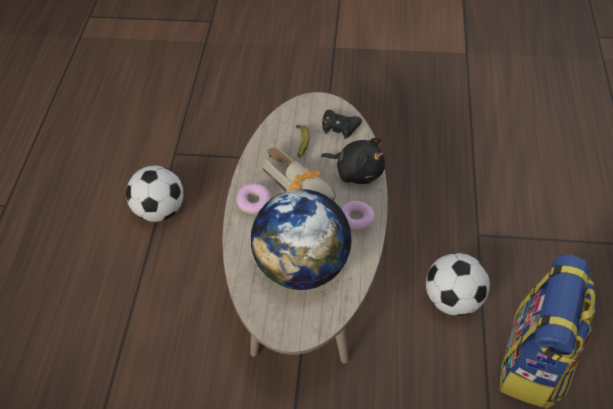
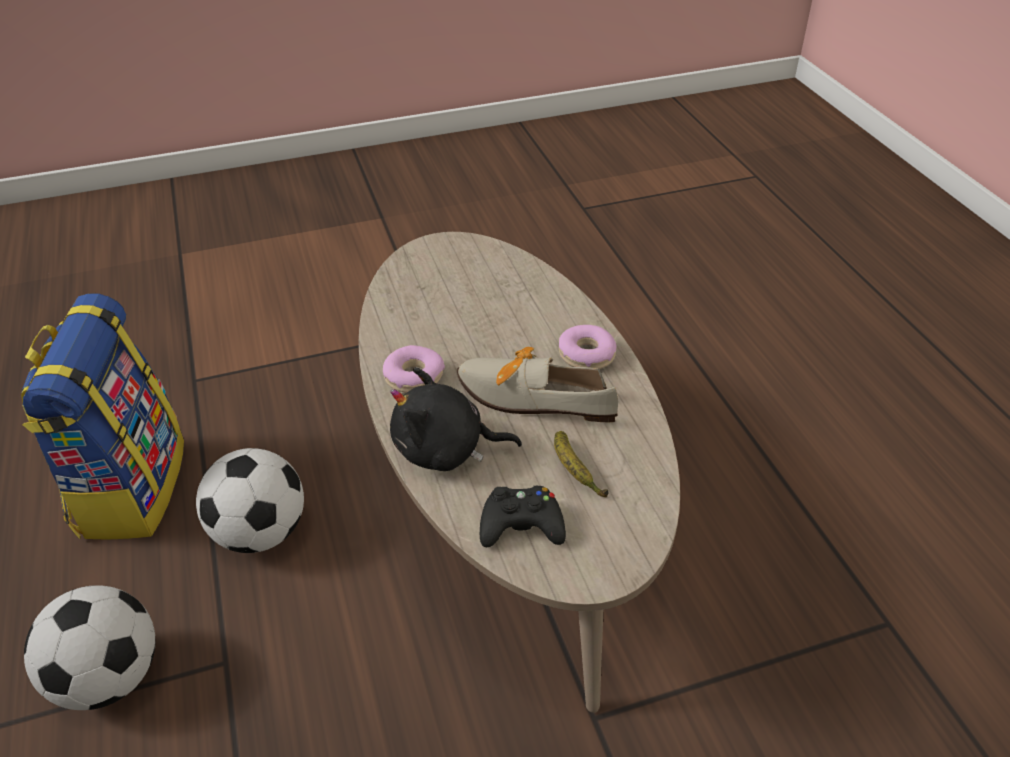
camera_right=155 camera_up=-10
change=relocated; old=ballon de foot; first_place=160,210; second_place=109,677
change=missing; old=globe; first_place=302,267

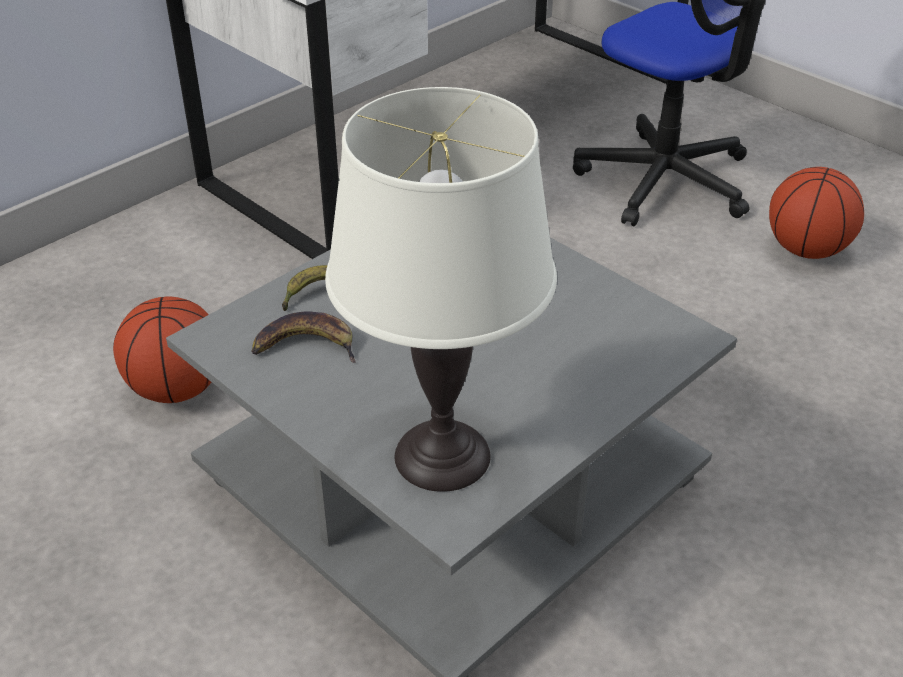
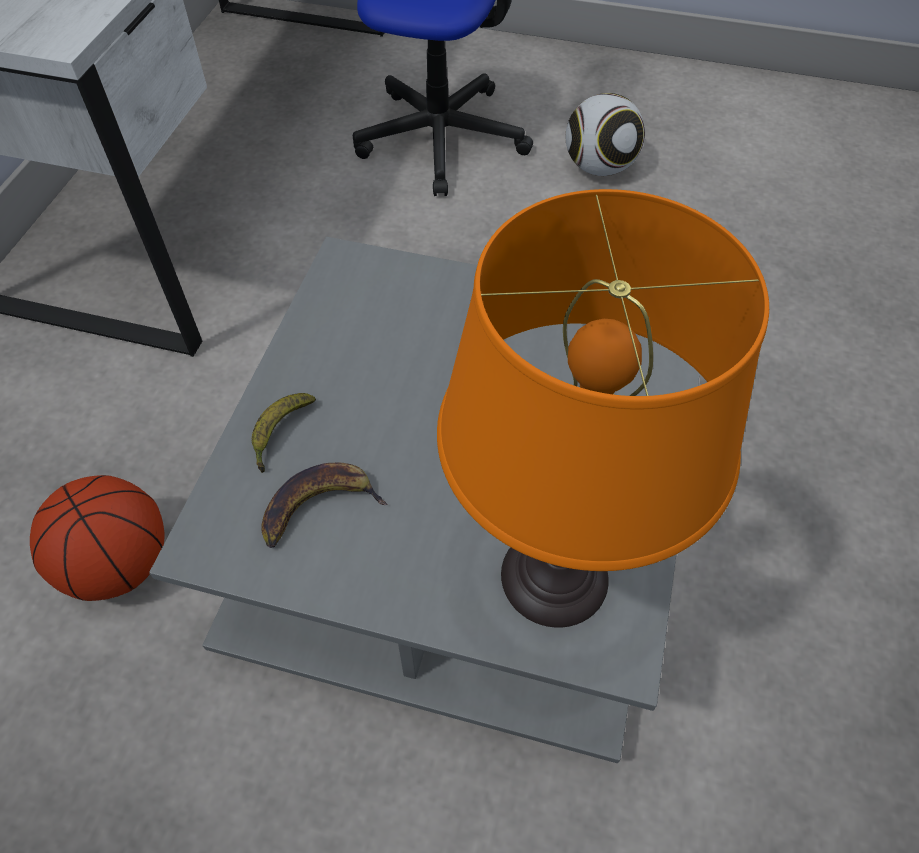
camera_right=-30 camera_up=15
change=colour; old=lampe de table/blanc; new=lampe de table/orange; first_place=442,455; second_place=554,575
change=exchanged; old=ballon de basket; new=ballon de foot; first_place=806,250; second_place=599,167

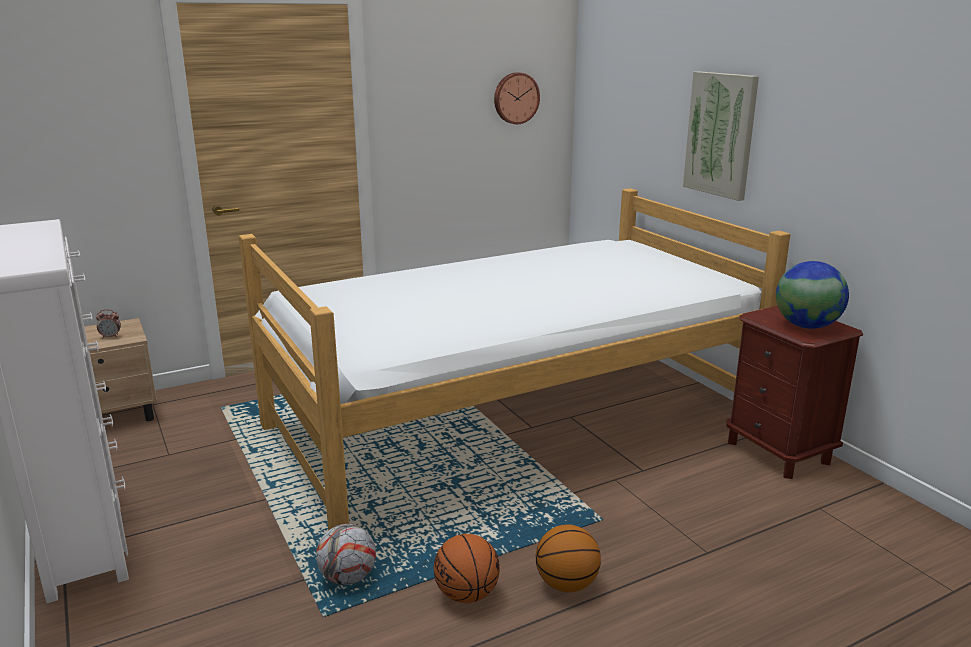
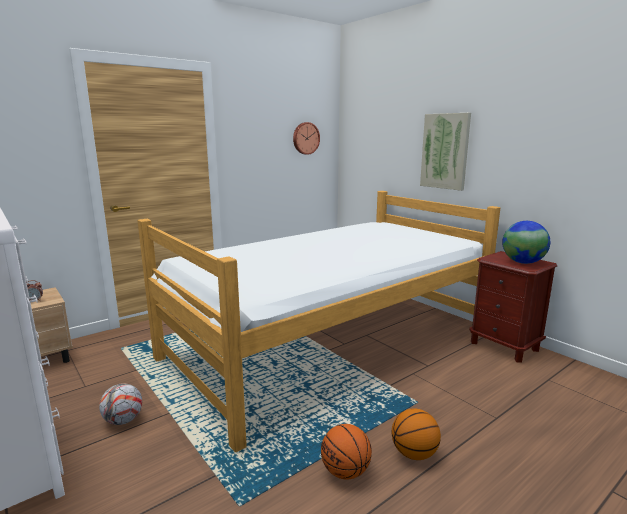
camera_right=-10 camera_up=-5
change=relocated; old=ballon de foot; first_place=347,578; second_place=123,420

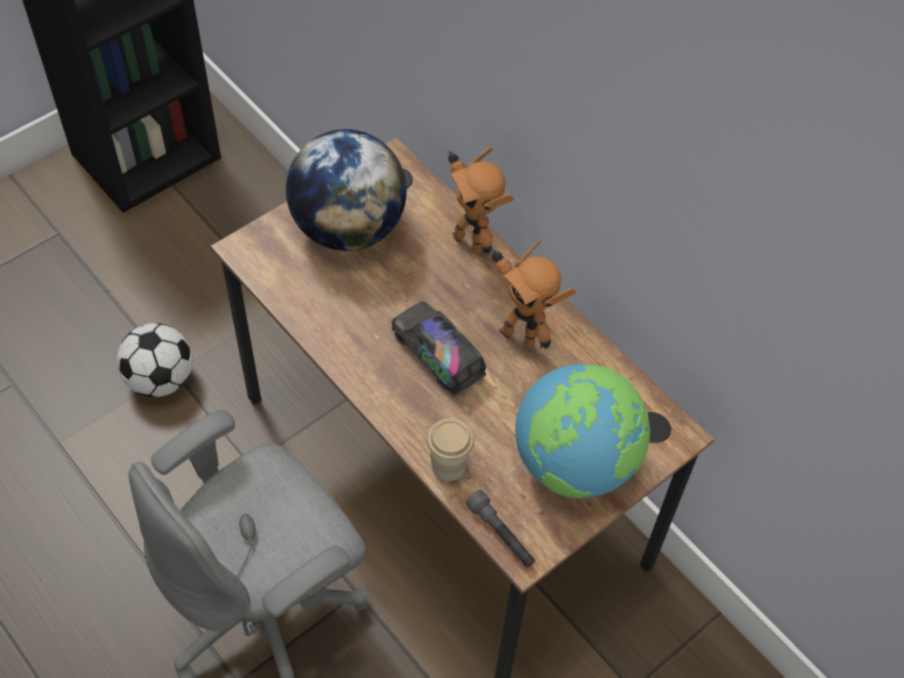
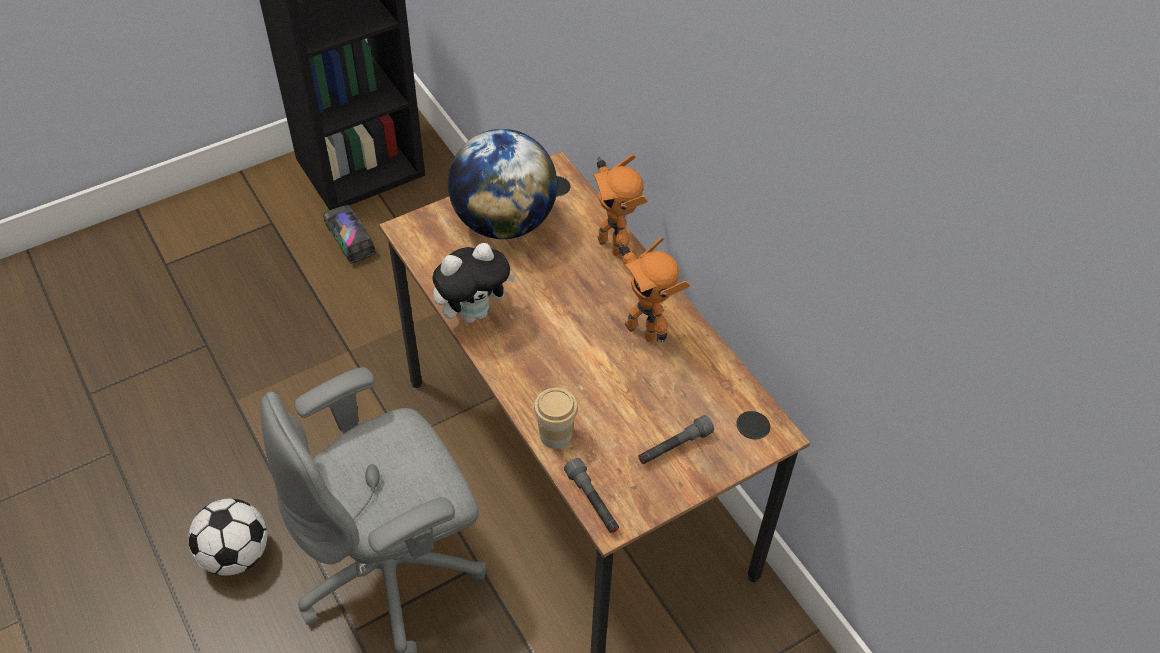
camera_right=10 camera_up=-5
change=relocated; old=camion jouet; first_place=437,355; second_place=350,240
change=relocated; old=ballon de foot; first_place=160,379; second_place=236,554
change=exchanged; old=globe; new=lampe de poche/gris; first_place=575,462; second_place=674,447
change=appeared; new=peluche; second_place=474,312

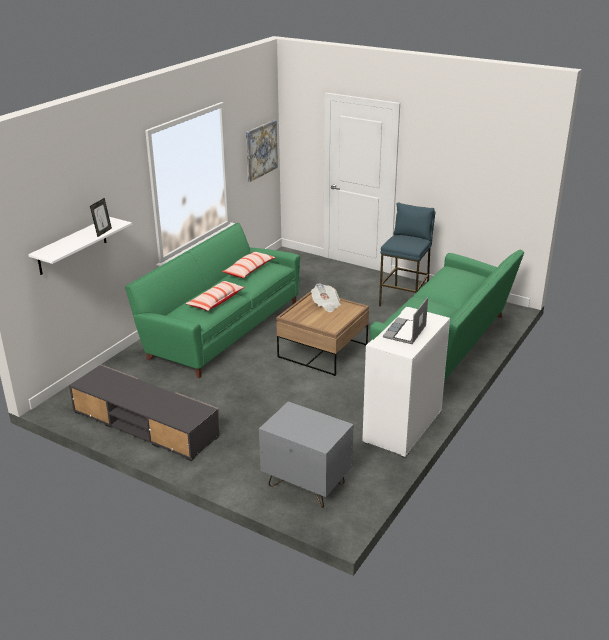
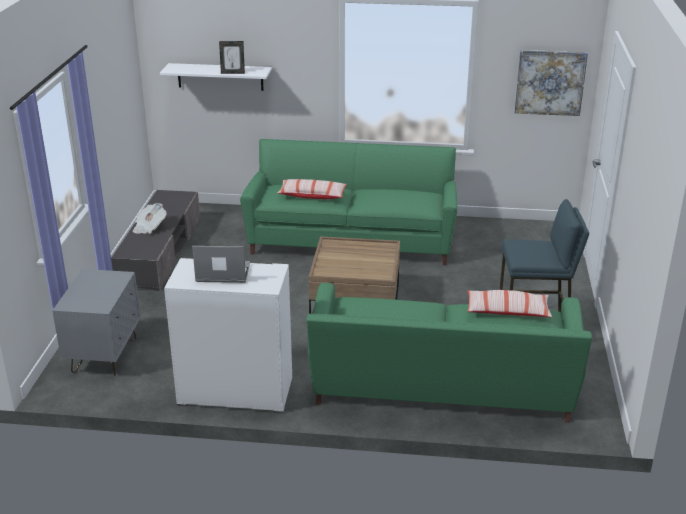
camera_right=65 camera_up=0
change=relocated; old=coussin; first_place=249,270; second_place=507,311
change=relocated; old=journal; first_place=326,305; second_place=149,227

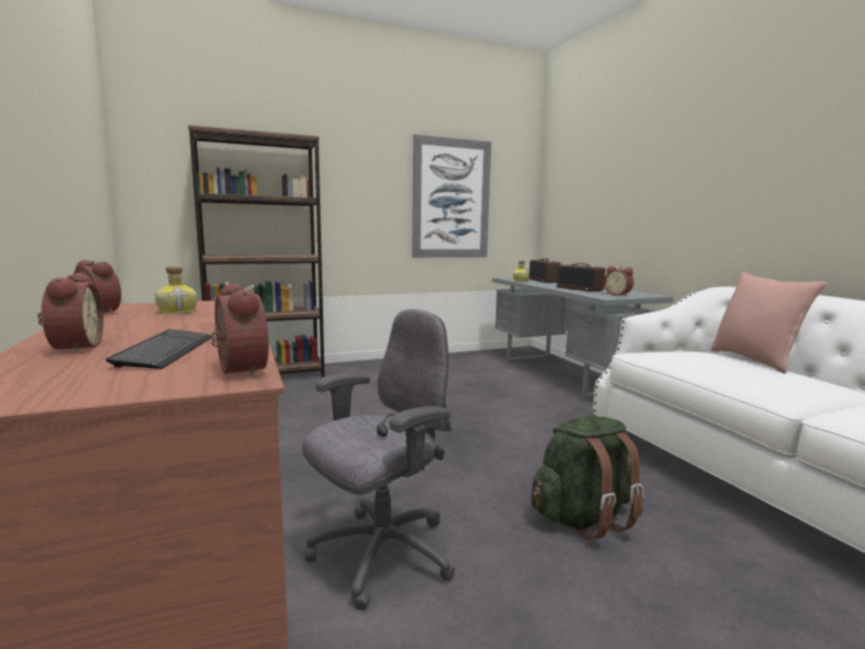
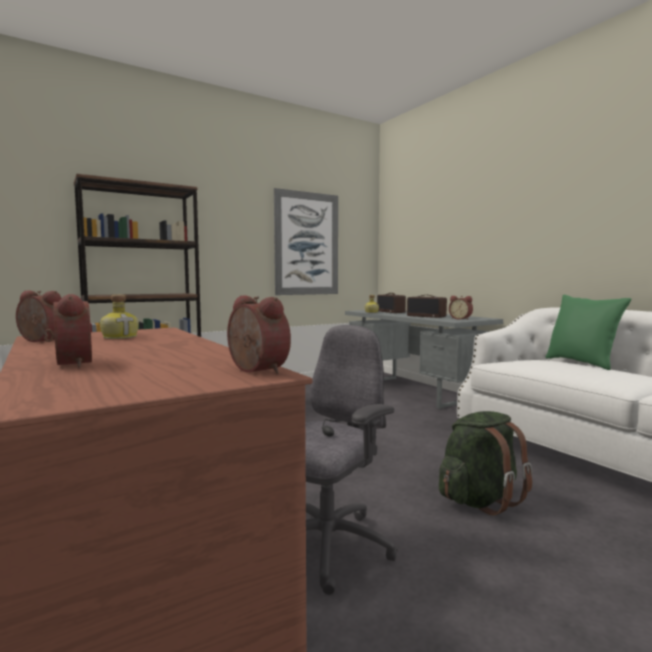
camera_right=-10 camera_up=-5
change=colour; old=coussin/rose; new=coussin/vert; first_place=755,360; second_place=582,363
change=missing; old=clavier; first_place=166,351

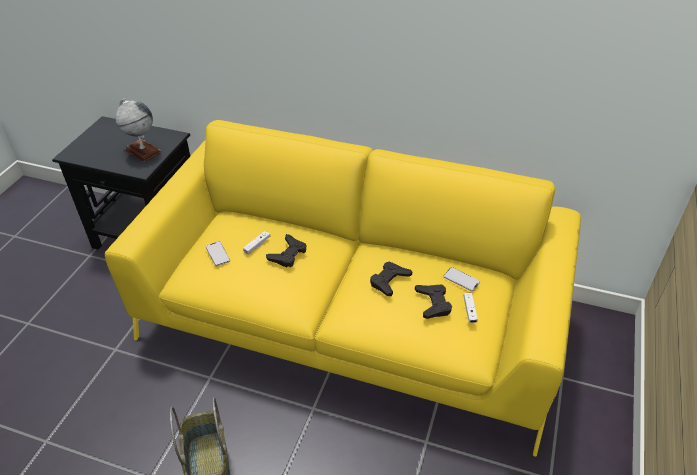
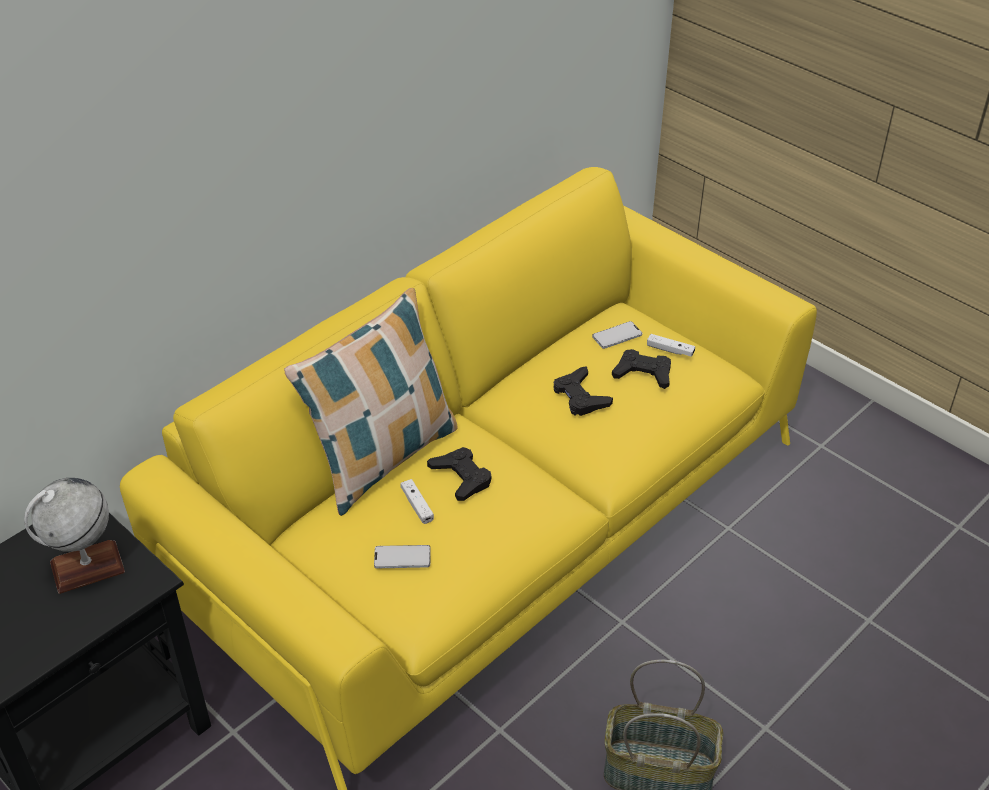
camera_right=-65 camera_up=0
change=appeared; new=coussin; second_place=382,458

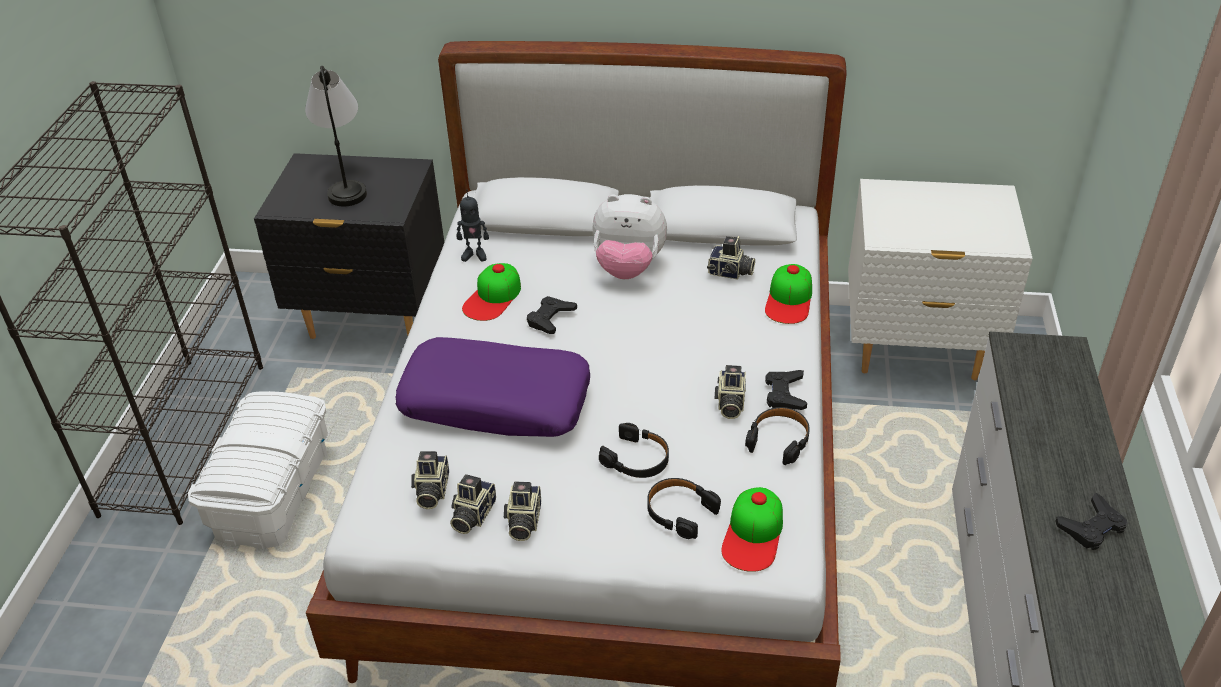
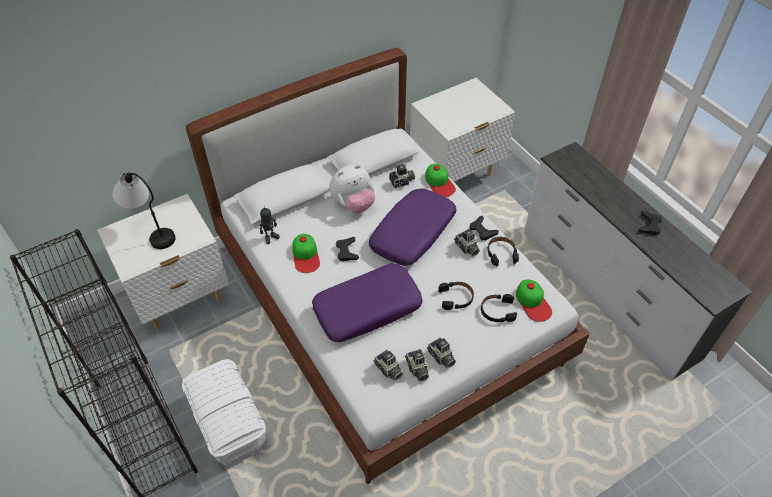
camera_right=-40 camera_up=10
change=colour; old=table de chevet/noir; new=table de chevet/blanc; first_place=372,318; second_place=181,298
change=appeared; new=coussin/violet; second_place=413,234

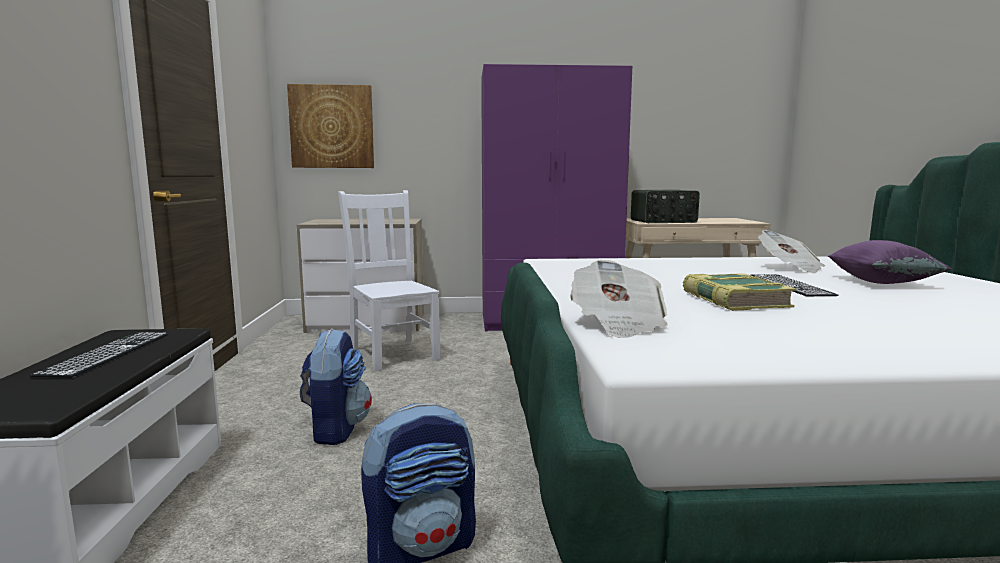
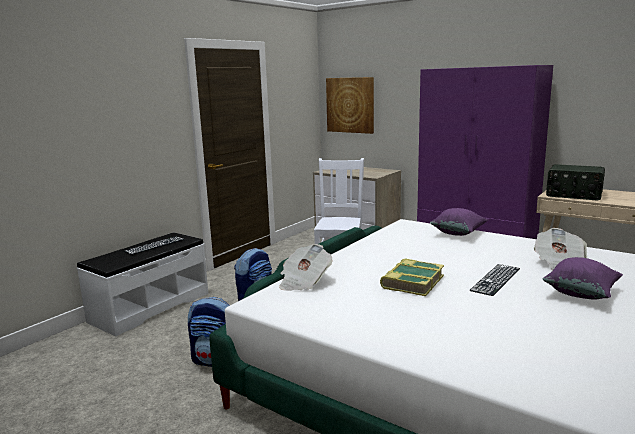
camera_right=40 camera_up=5
change=appeared; new=coussin/violet; second_place=458,234

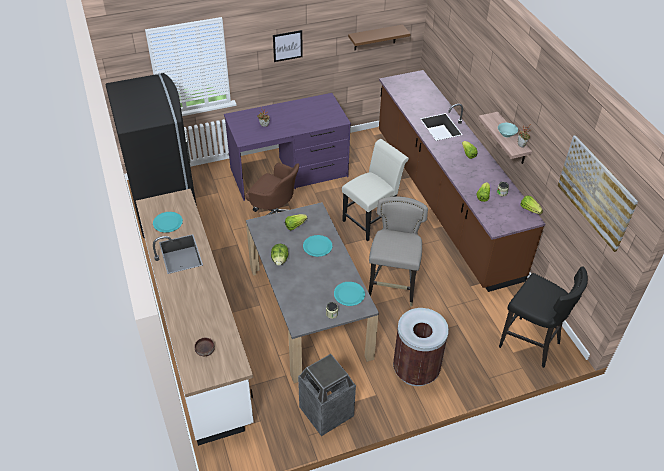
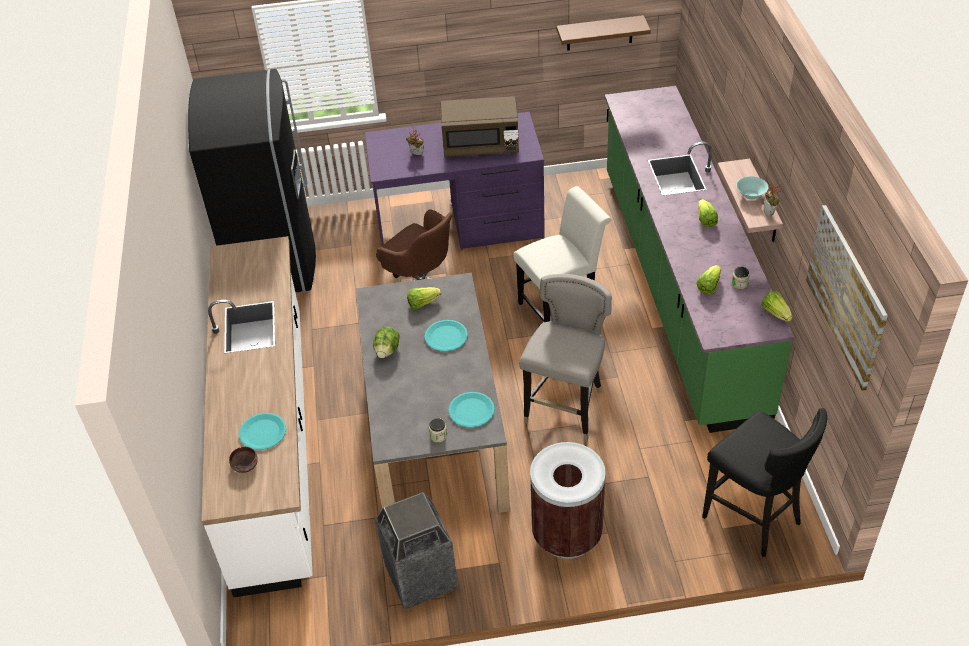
camera_right=15 camera_up=0
change=missing; old=tableau; first_place=287,46
change=colour; old=comptoir de cuisine/marron; new=comptoir de cuisine/vert; first_place=443,201; second_place=679,288
change=relocated; old=assiette/turquoise; first_place=167,223; second_place=262,432
change=appeared; new=micro-ondes/marron; second_place=481,145

